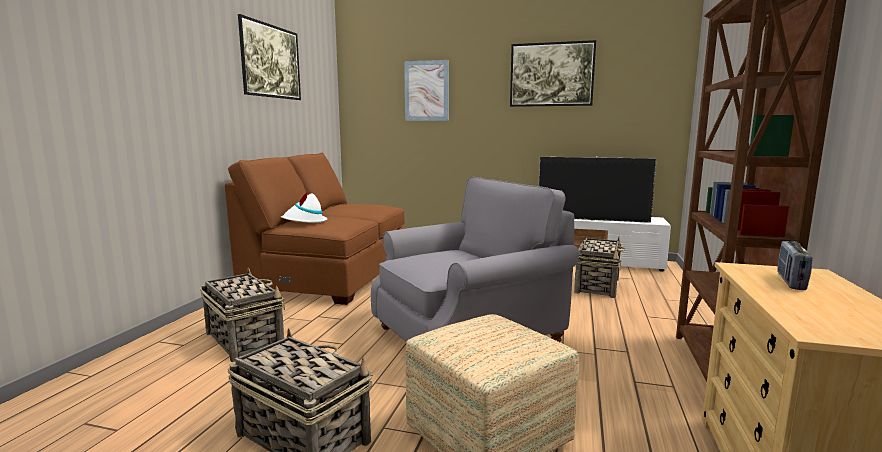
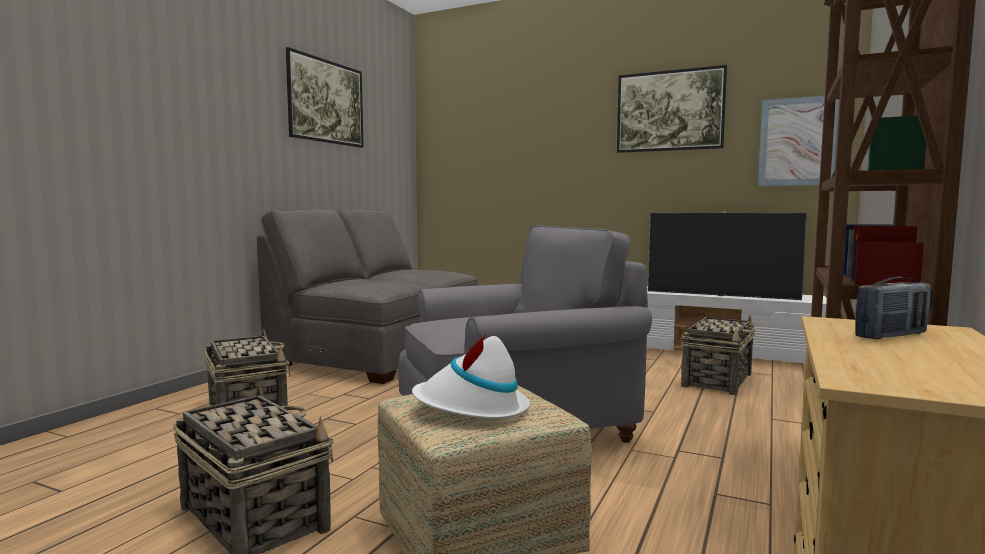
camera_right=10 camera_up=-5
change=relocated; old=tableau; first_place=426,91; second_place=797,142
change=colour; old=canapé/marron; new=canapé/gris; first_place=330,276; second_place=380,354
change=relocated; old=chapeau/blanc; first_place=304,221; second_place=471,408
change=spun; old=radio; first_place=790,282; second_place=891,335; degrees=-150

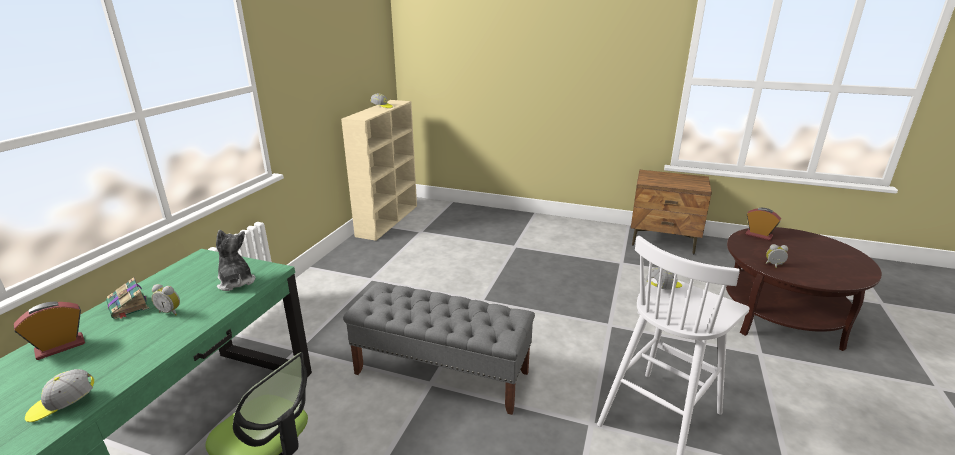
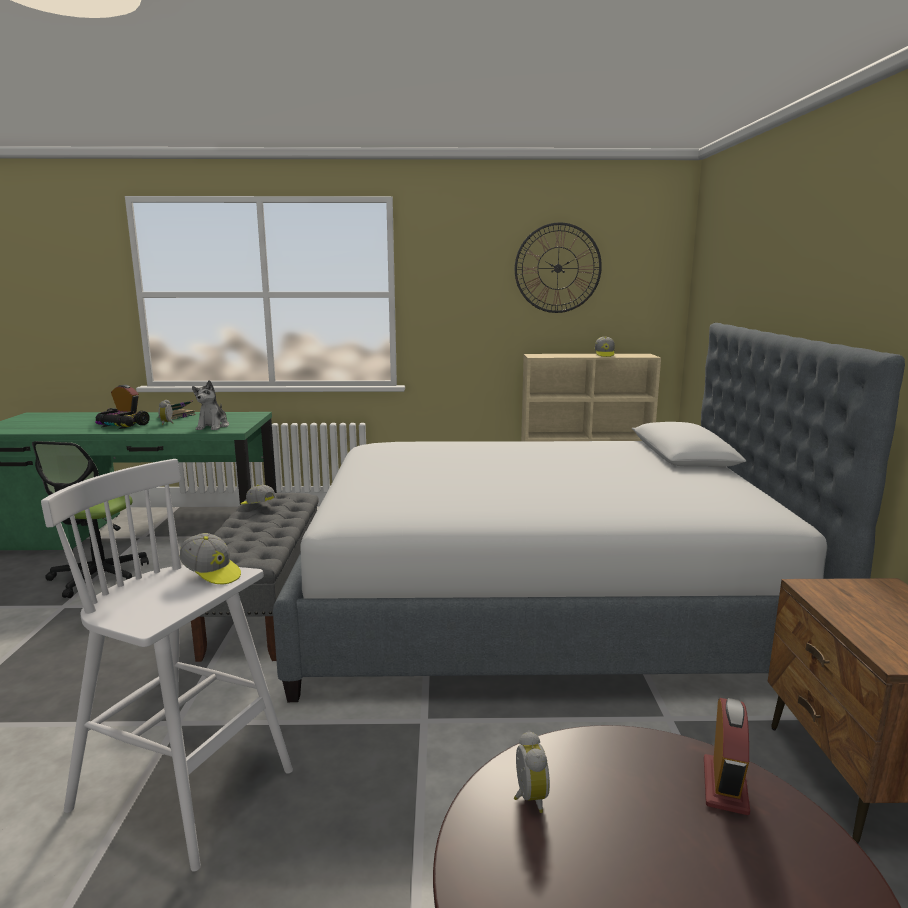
camera_right=70 camera_up=-10
change=spun; old=peluche; first_place=236,282; second_place=213,426; degrees=150
change=relocated; old=casquette; first_place=63,405; second_place=258,505
change=appeared; new=horloge murale; second_place=557,268
change=appeared; new=lit; second_place=539,605
change=appeared; new=petite voiture; second_place=121,425

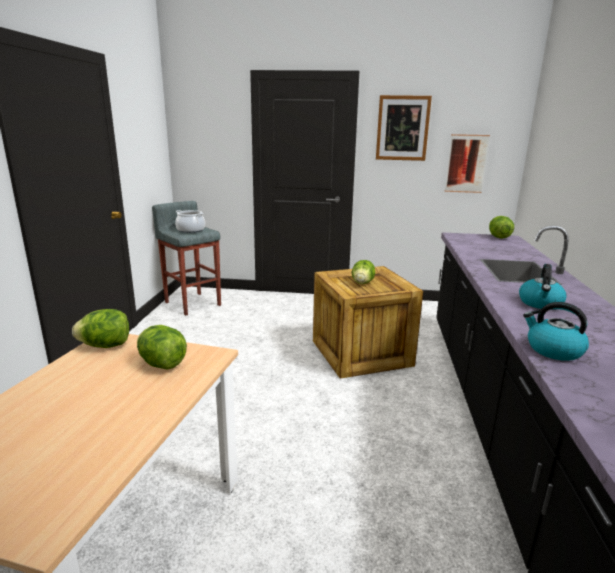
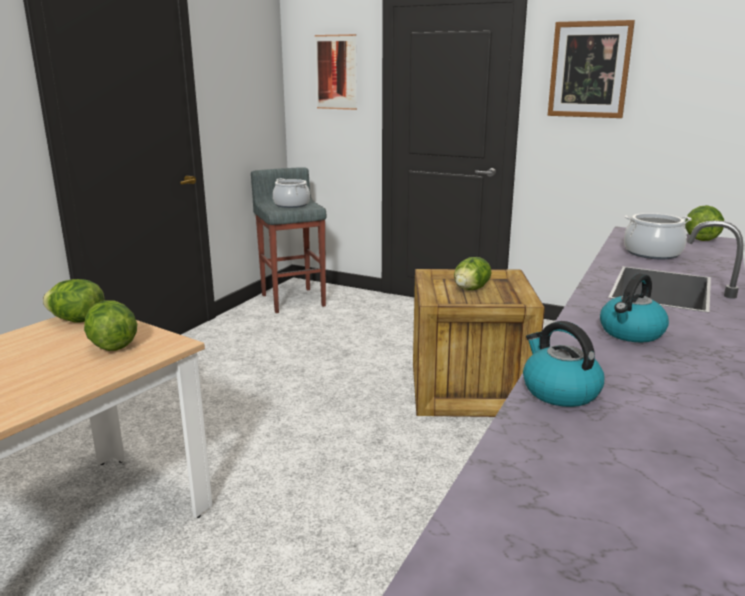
camera_right=20 camera_up=0
change=relocated; old=tableau; first_place=466,164; second_place=336,72
change=appeared; new=marmite; second_place=652,253

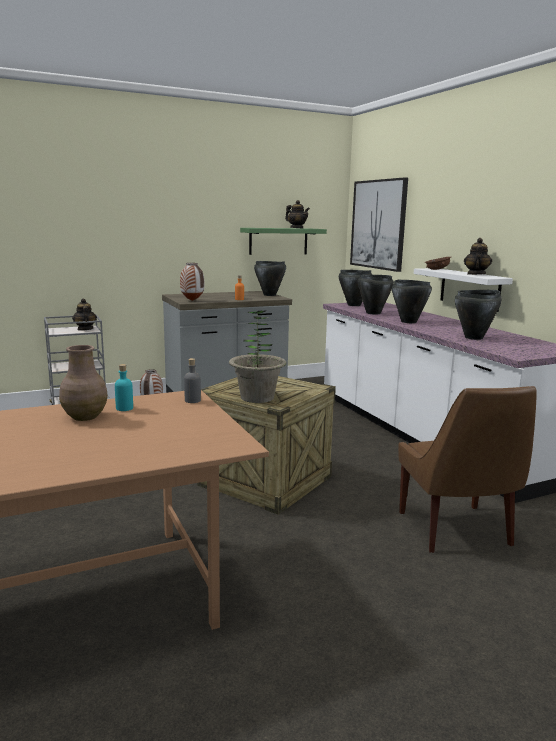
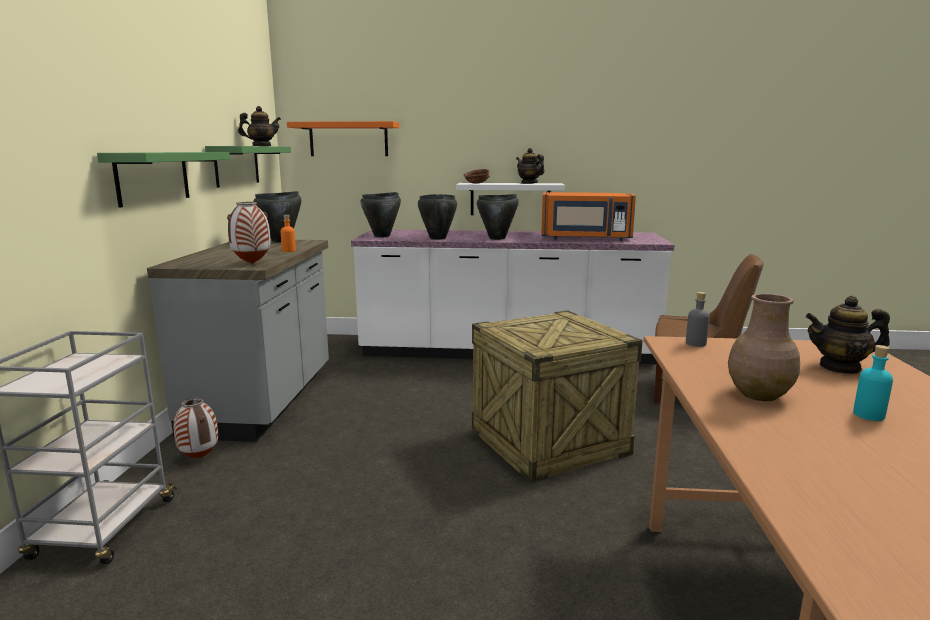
camera_right=-60 camera_up=0
change=exchanged; old=tableau; new=étagère/orange; first_place=378,224; second_place=348,139
change=exchanged; old=marmite/noir; new=micro-ondes/orange; first_place=474,338; second_place=586,238
change=relocated; old=théière; first_place=85,329; second_place=840,367
change=missing; old=plante en pot; first_place=257,397
change=relocated; old=bouteille/turquoise; first_place=124,408; second_place=868,415
change=appeared; new=étagère/vert; second_place=153,177

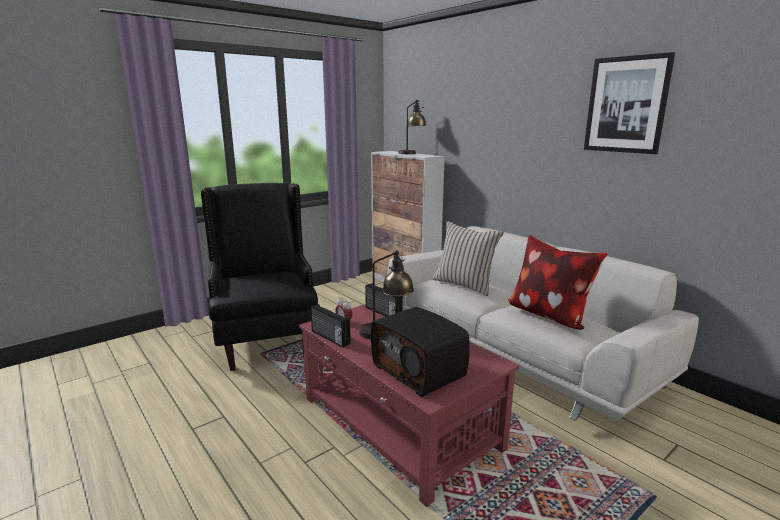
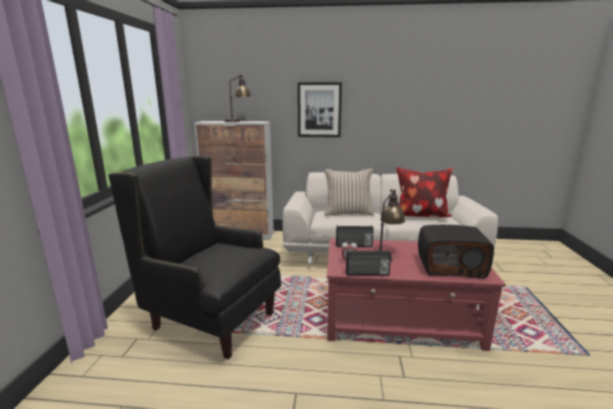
camera_right=-45 camera_up=0
change=relocated; old=tableau; first_place=626,105; second_place=319,110

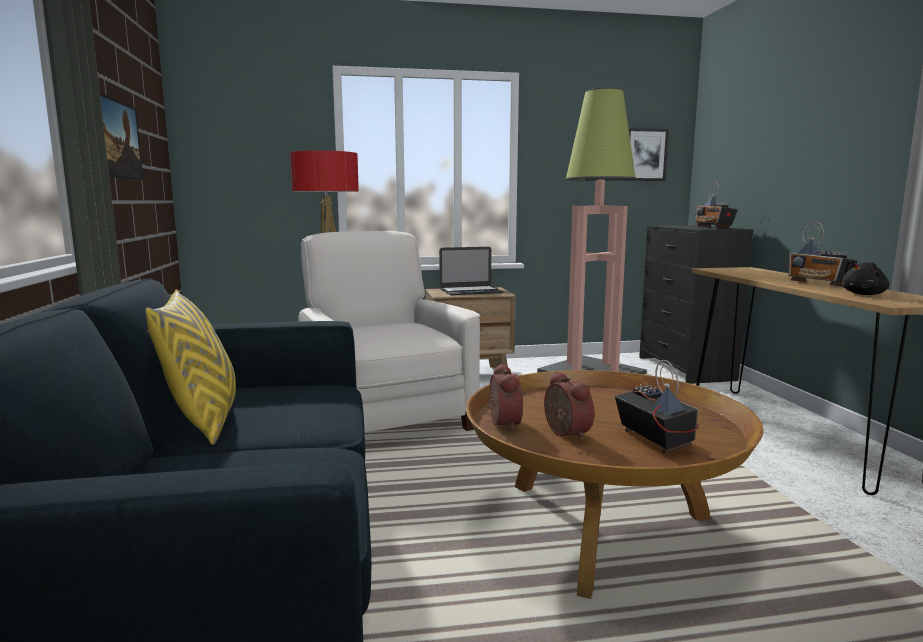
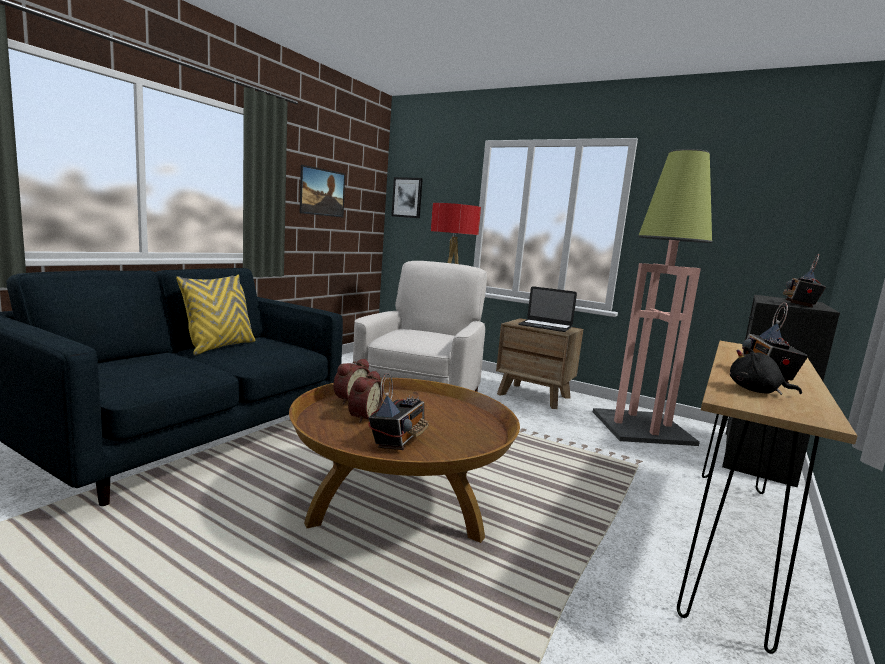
camera_right=40 camera_up=0
change=relocated; old=tableau; first_place=645,155; second_place=407,197

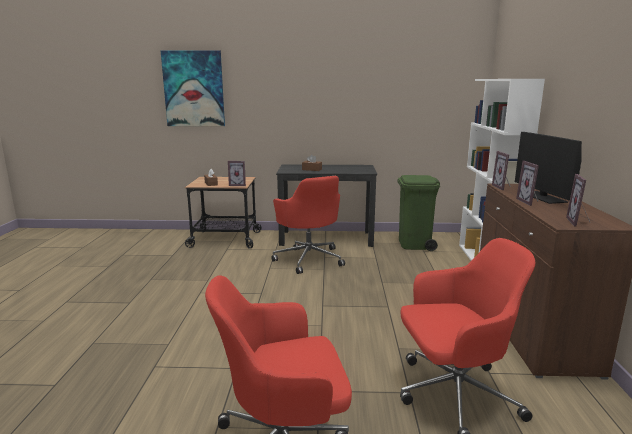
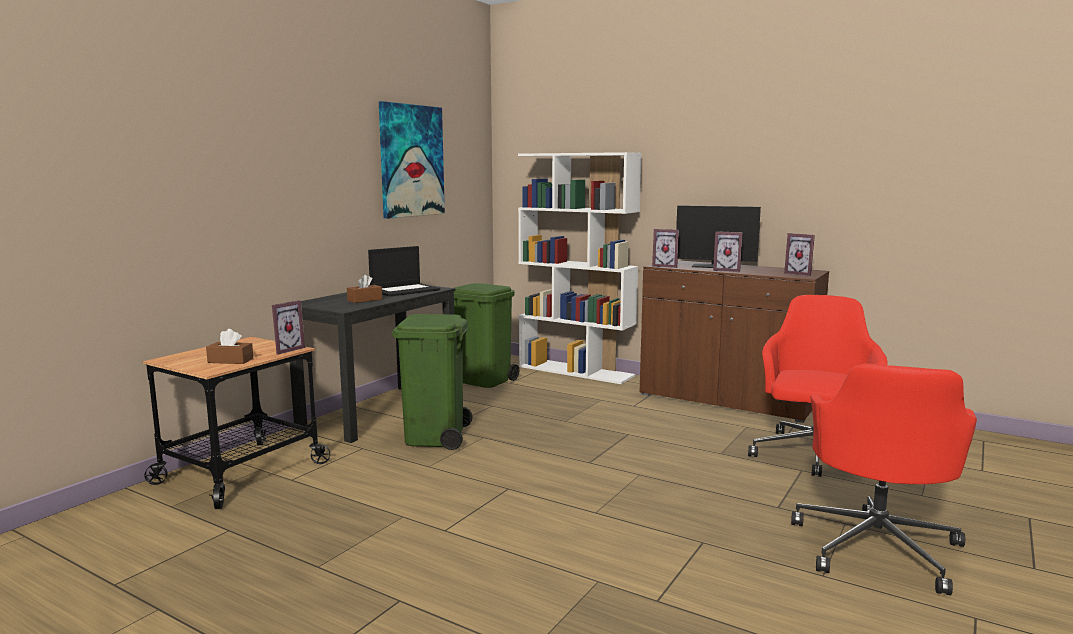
camera_right=-60 camera_up=-5
change=relocated; old=tableau; first_place=194,89; second_place=411,161
change=exchanged; old=chaise de bureau/rouge; new=poubelle/vert; first_place=309,258; second_place=435,437
change=appeared; new=ordinateur portable; second_place=405,290

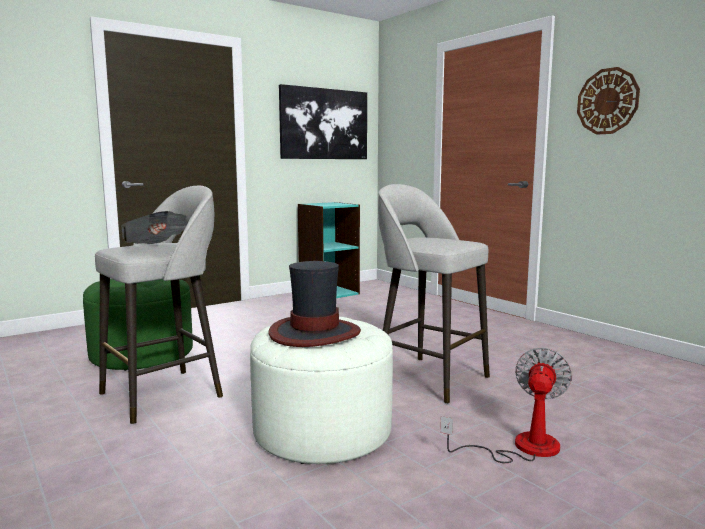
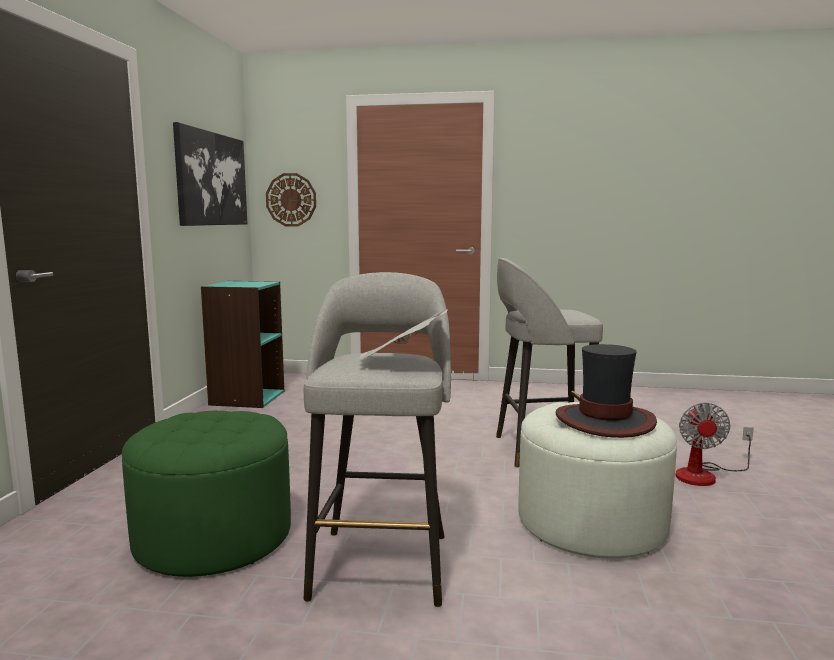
camera_right=-45 camera_up=0
change=relocated; old=horloge murale; first_place=607,101; second_place=291,200
change=spun; old=ventilateur; first_place=521,447; second_place=704,475; degrees=-150

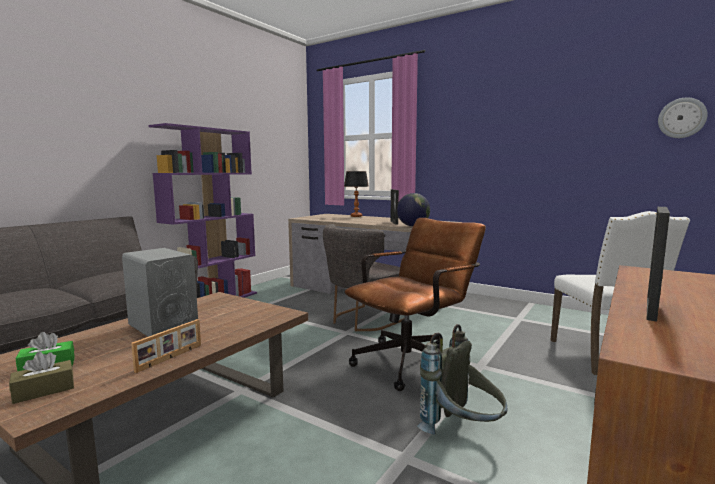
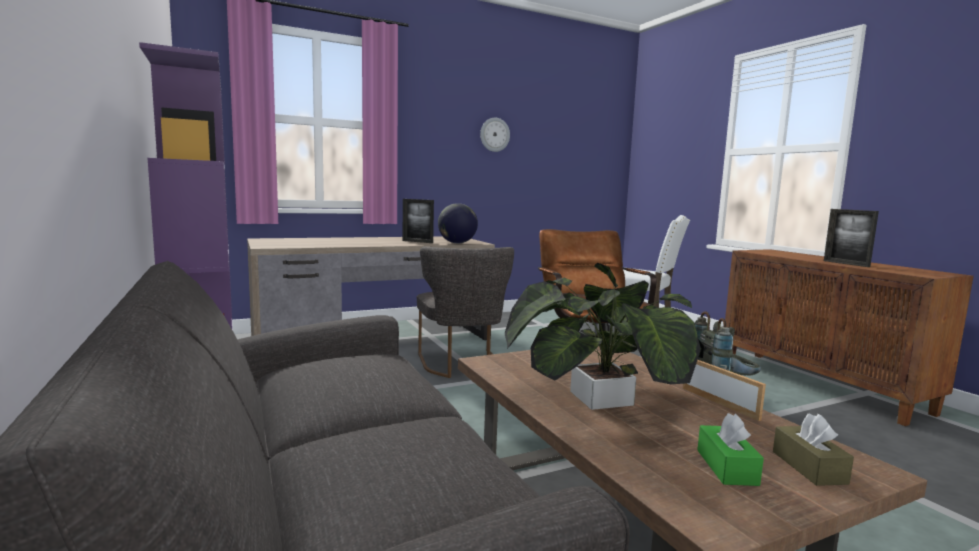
camera_right=-60 camera_up=0
change=relocated; old=horloge murale; first_place=682,118; second_place=494,134
change=missing; old=lampe de table; first_place=356,216
change=exchanged; old=enceinte/gris; new=plante en pot; first_place=163,327; second_place=601,398

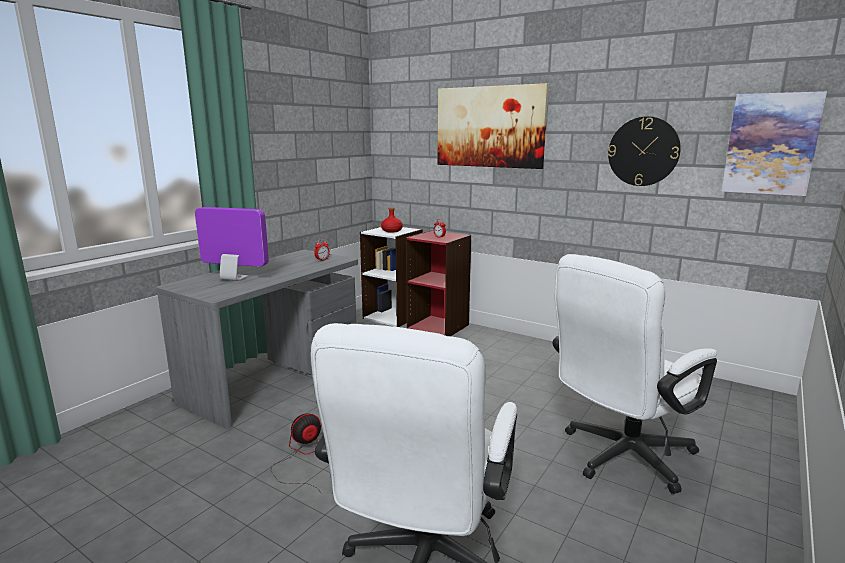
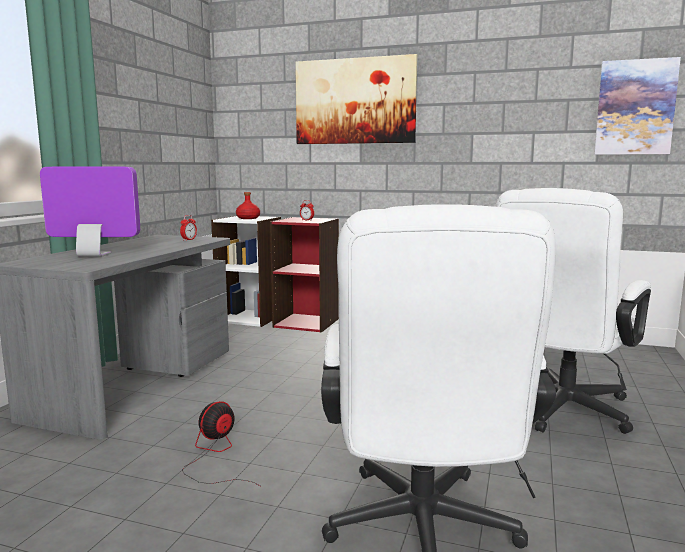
camera_right=-15 camera_up=-5
change=missing; old=horloge murale; first_place=643,151

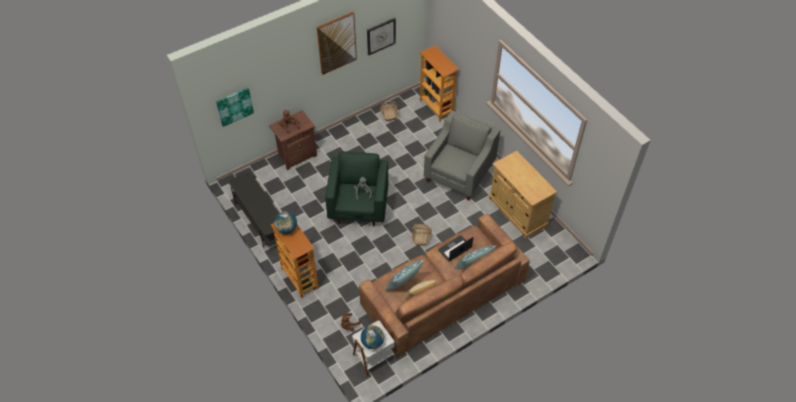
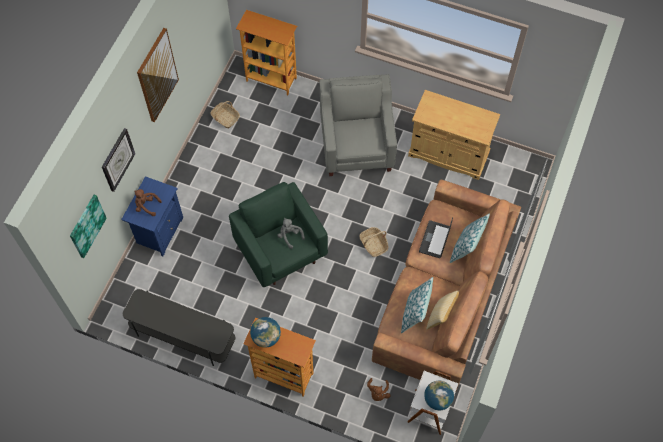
camera_right=-35 camera_up=10
change=relocated; old=horloge murale; first_place=381,36; second_place=117,159
change=colour; old=table de chevet/marron; new=table de chevet/bleu; first_place=296,155; second_place=159,231

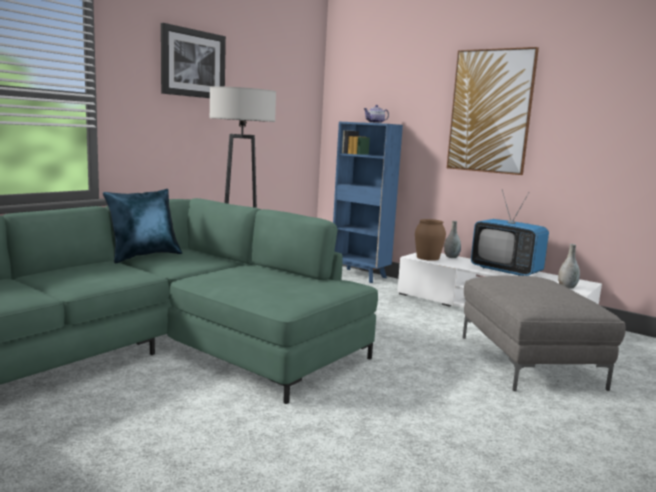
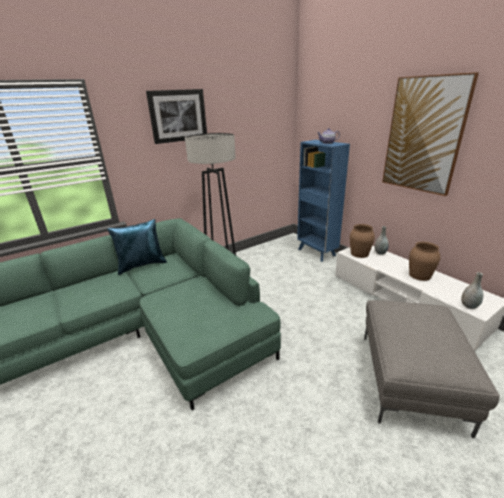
camera_right=20 camera_up=15
change=exchanged; old=téléviseur; new=vase/marron; first_place=506,270; second_place=420,275

